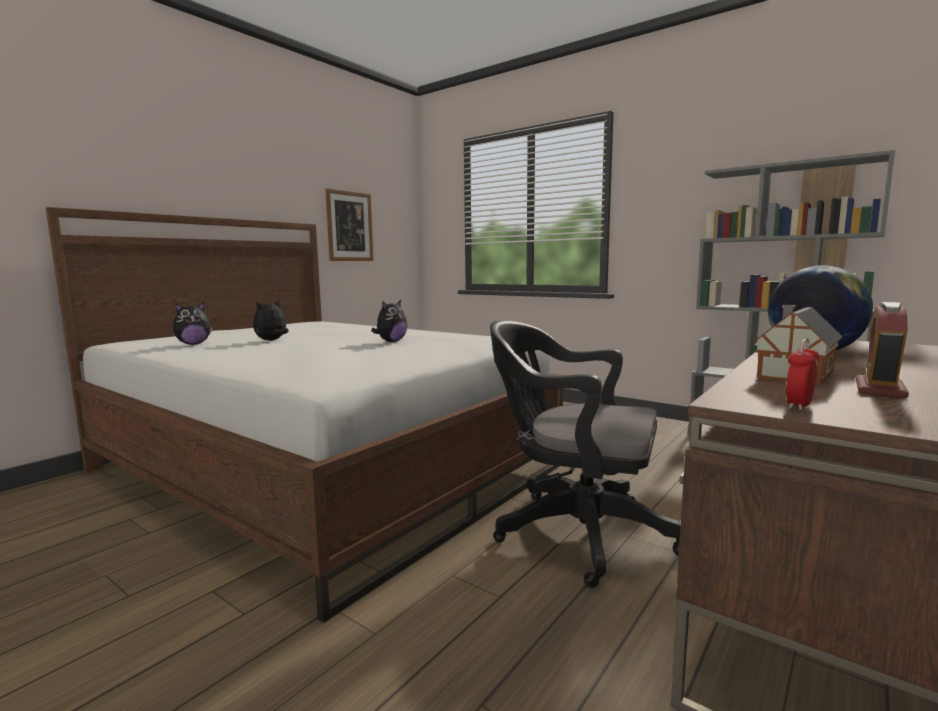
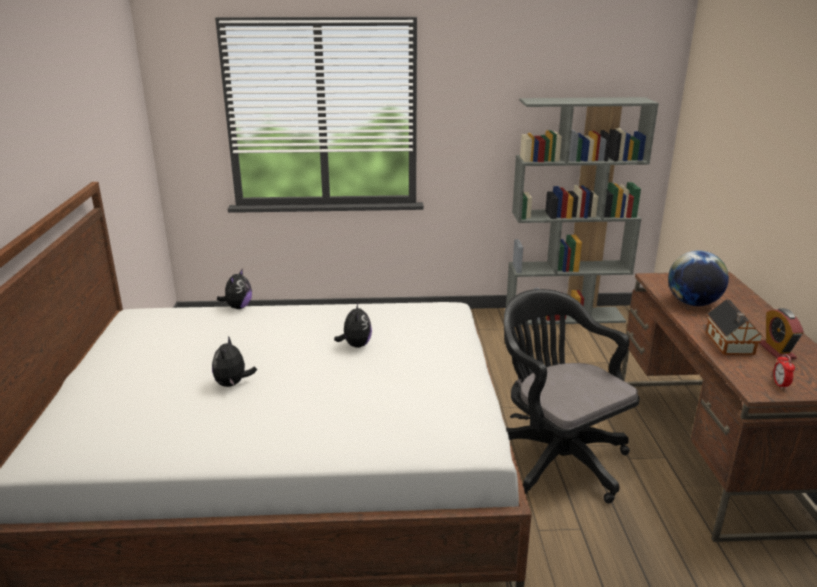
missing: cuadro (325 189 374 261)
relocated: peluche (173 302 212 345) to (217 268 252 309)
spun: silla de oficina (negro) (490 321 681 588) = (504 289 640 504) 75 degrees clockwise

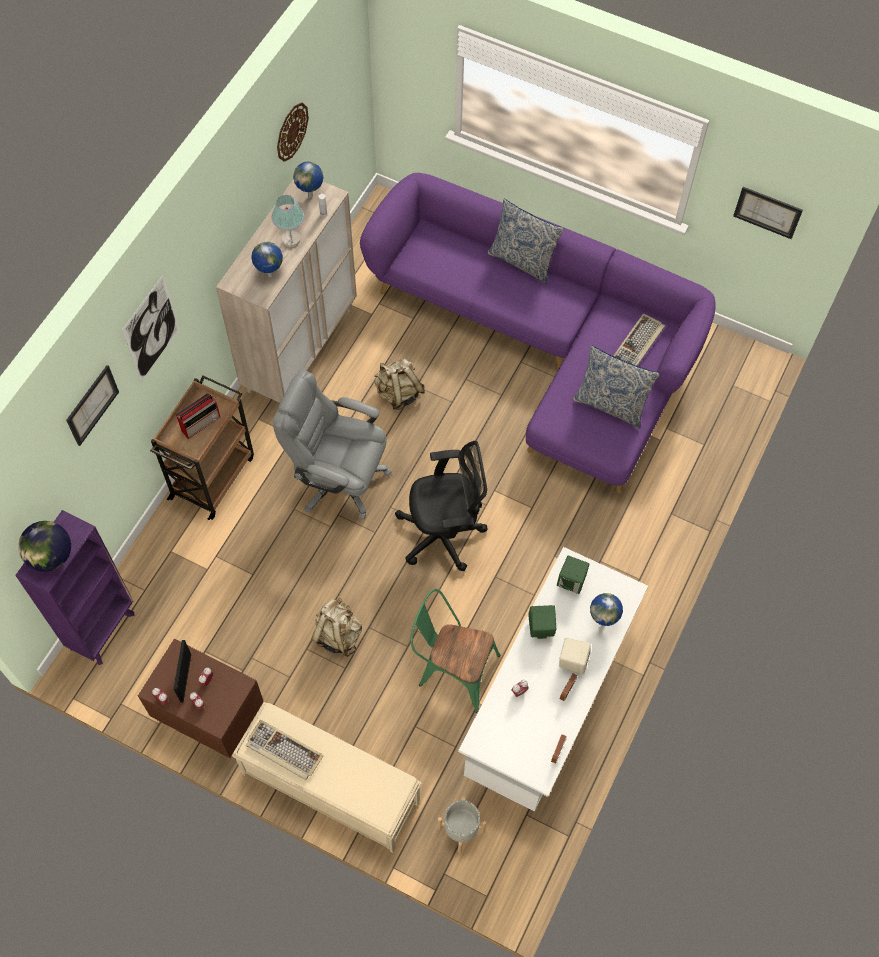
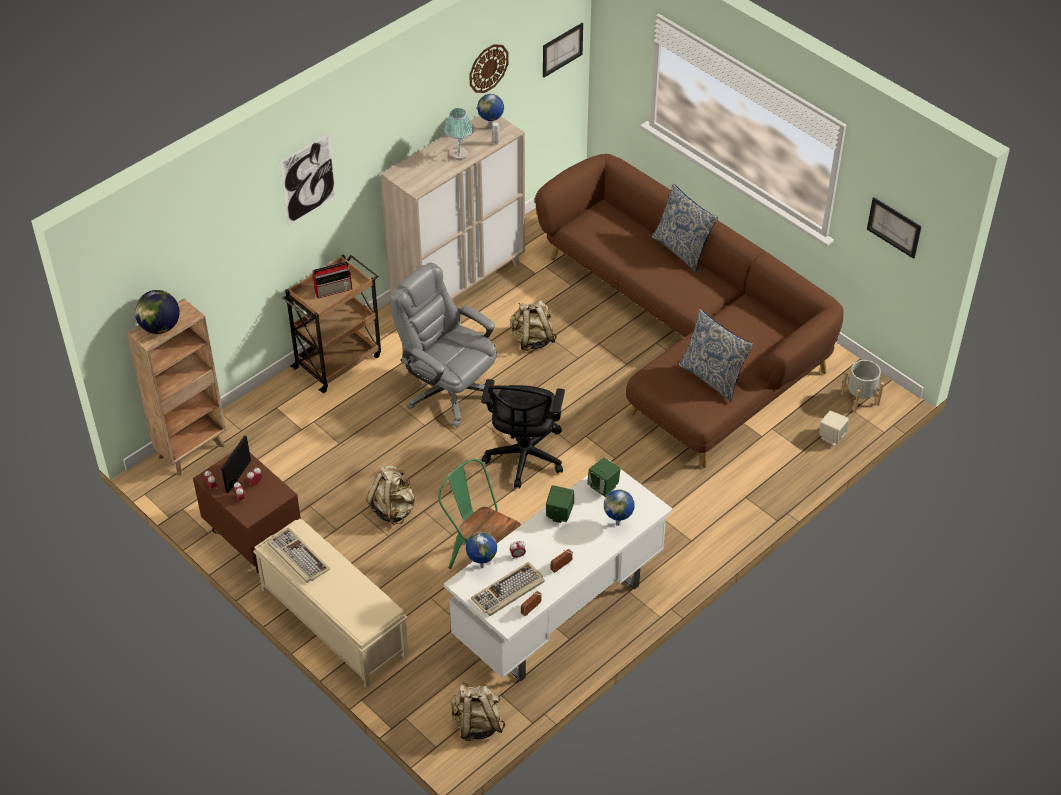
appeared: mochila (beis) (451 683 505 741)
relocated: globo terráqueo (251 242 283 277) to (466 532 497 568); teclado (613 313 665 366) to (471 562 545 616); cuadro (66 365 119 446) to (543 23 583 78); altavoz (beis) (559 638 591 674) to (819 411 849 446); maceta (gris) (438 797 486 853) to (841 360 884 413)
colour: estantería (morado) (15 510 135 665) to estantería (marrón) (126 299 226 475); sofá (morado) (360 173 716 493) to sofá (marrón) (535 154 844 468)
spun: silla de oficina (negro) (395 441 488 571) = (481 379 565 489) 90 degrees clockwise

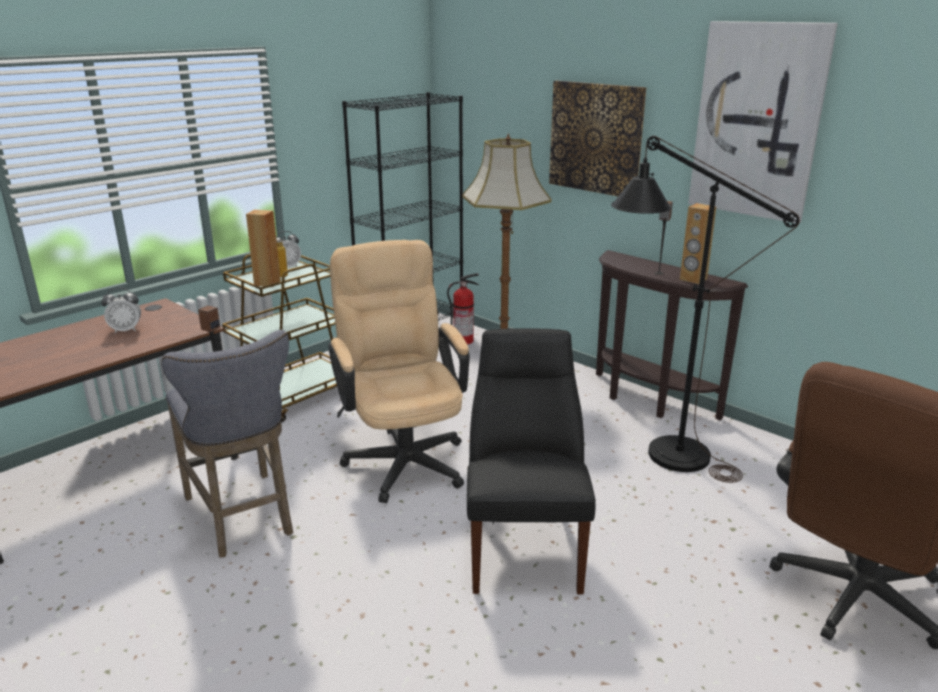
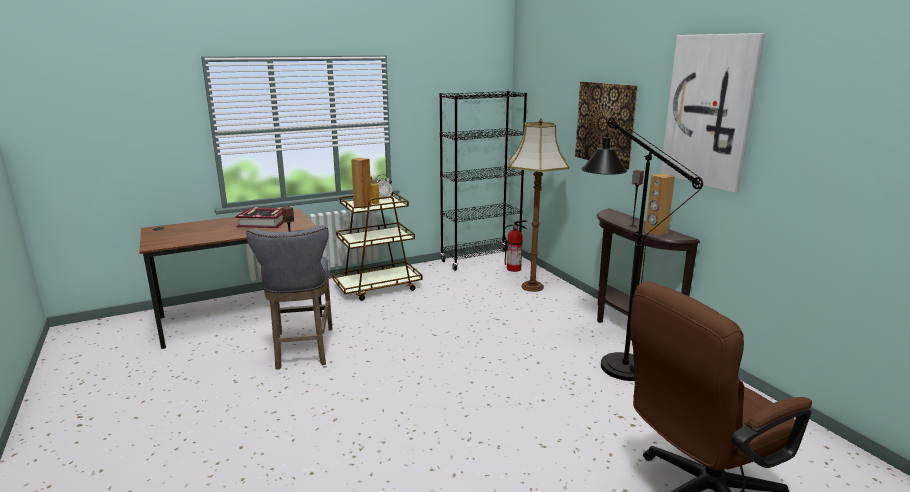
missing: silla de oficina (beis) (328 240 470 503); silla (negro) (467 328 595 594)
exchanged: despertador (101 288 141 334) to libro (235 207 285 228)

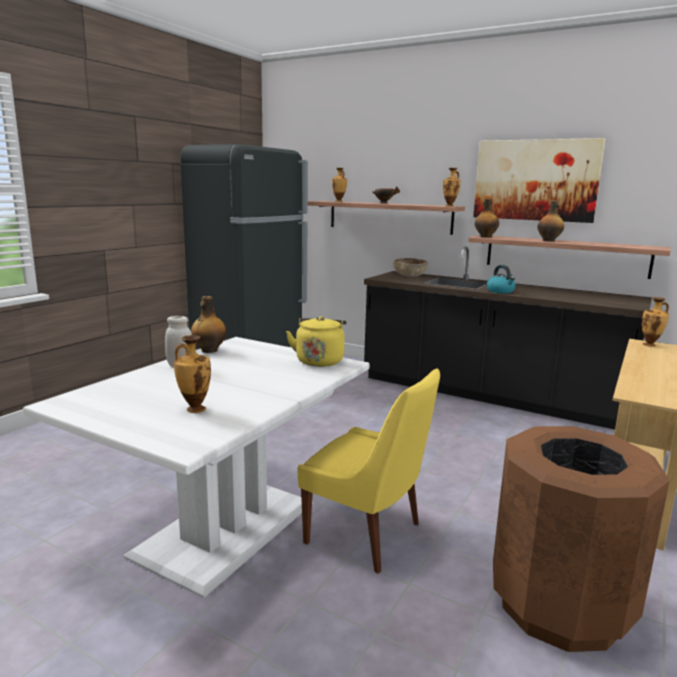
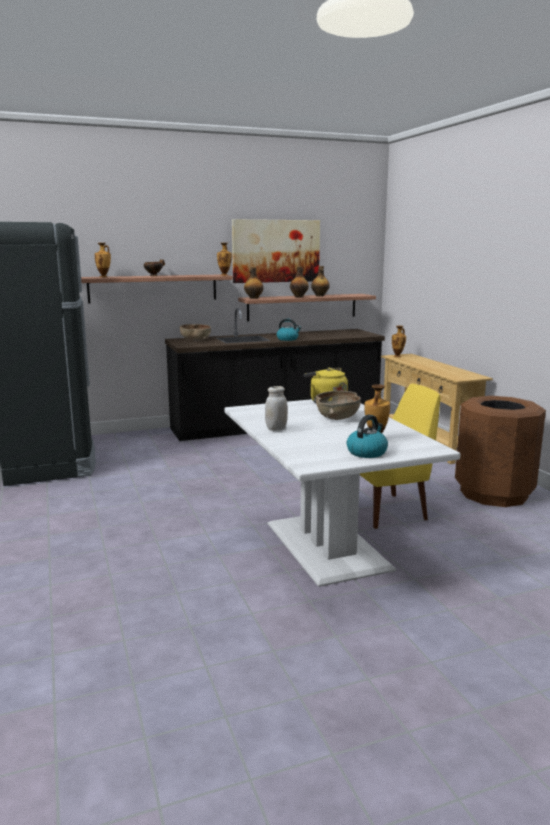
appeared: cuenco (marrón) (316 391 361 420); hervidor (347 415 388 458)
relocated: botella (191 296 227 353) to (311 266 330 297)

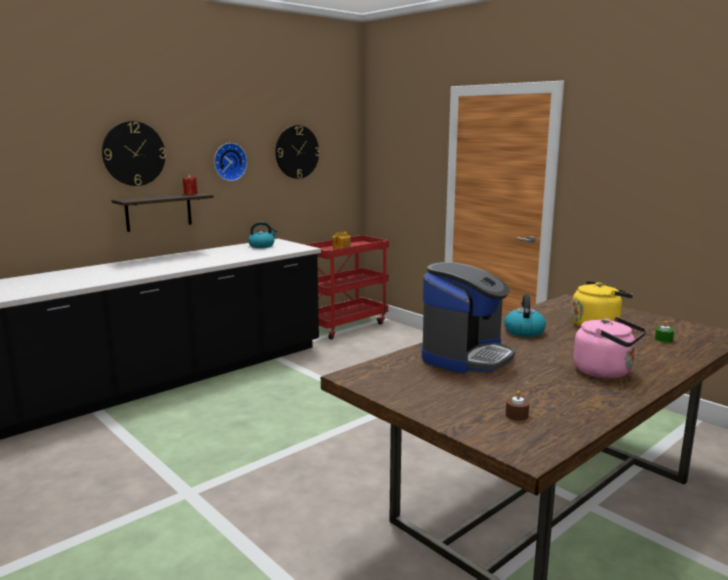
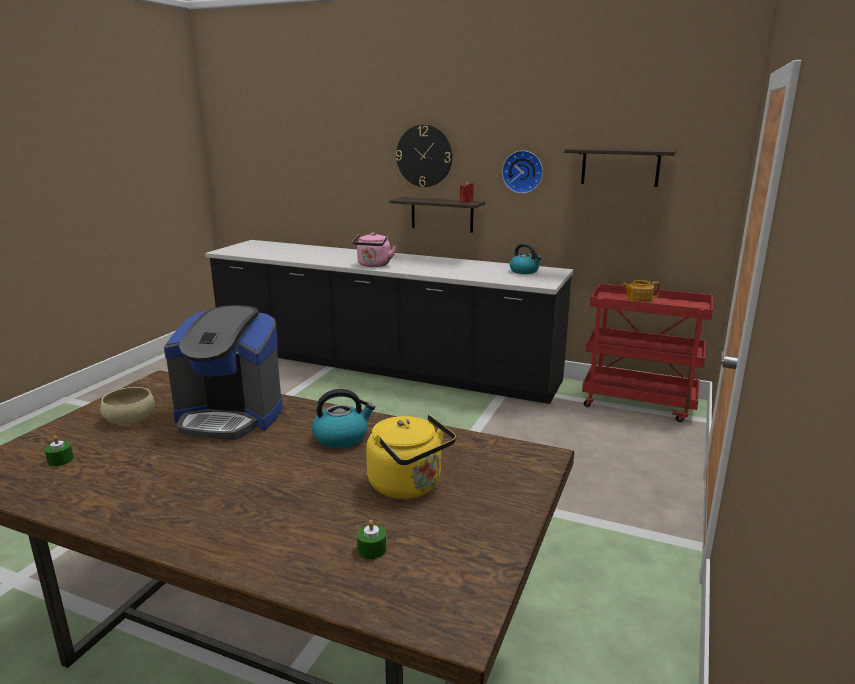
appeared: cuenco (beis) (100 387 155 424)
relocated: hervidor (rosa) (573 317 647 378) to (352 233 397 267)
exchanged: reloj de pared (275 125 320 179) to estante (564 148 677 187)
colour: vela (marrón) (506 391 529 421) to vela (verde) (44 435 74 466)

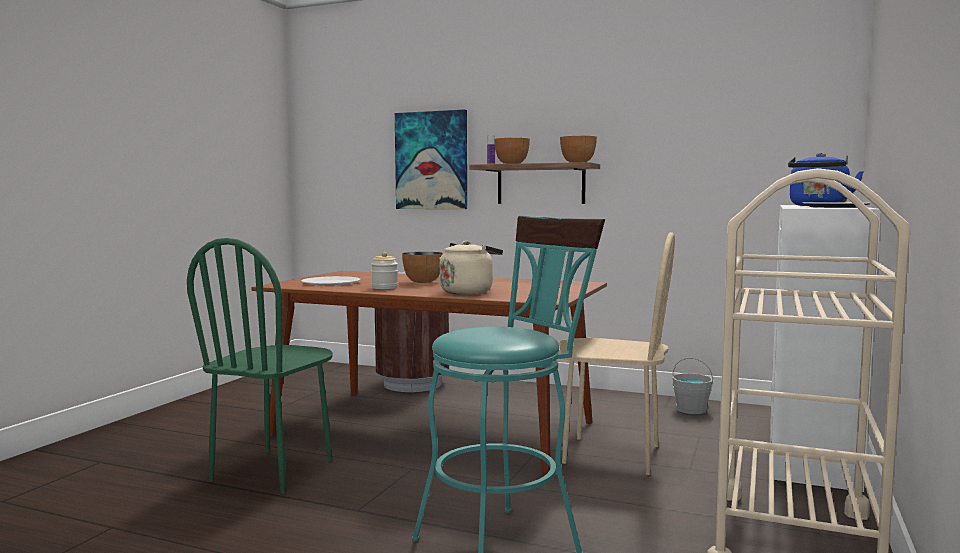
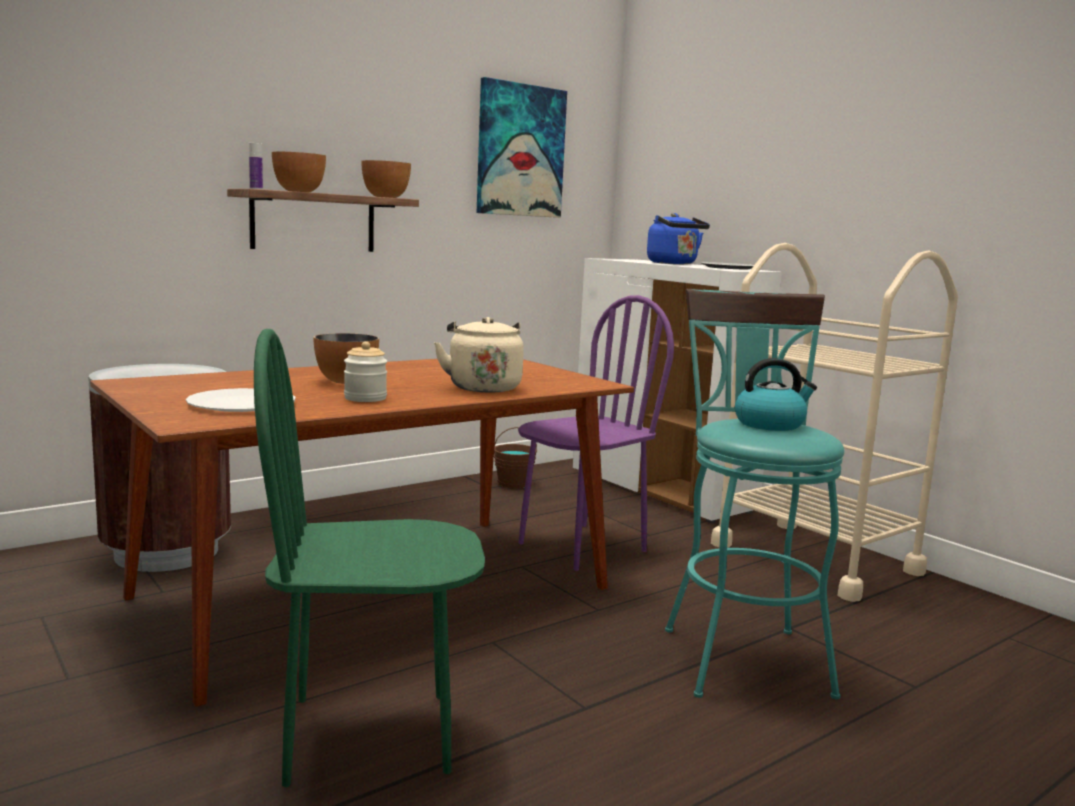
appeared: hervidor (735 358 817 431)
relocated: cuadro (395 110 467 209) to (477 77 567 218)
colour: cubo (gris) (672 358 713 414) to cubo (marrón) (494 427 537 489); silla (beis) (558 232 675 475) to silla (morado) (518 295 674 571)
spun: silla (verde) (187 238 333 494) = (254 329 485 787) 120 degrees clockwise

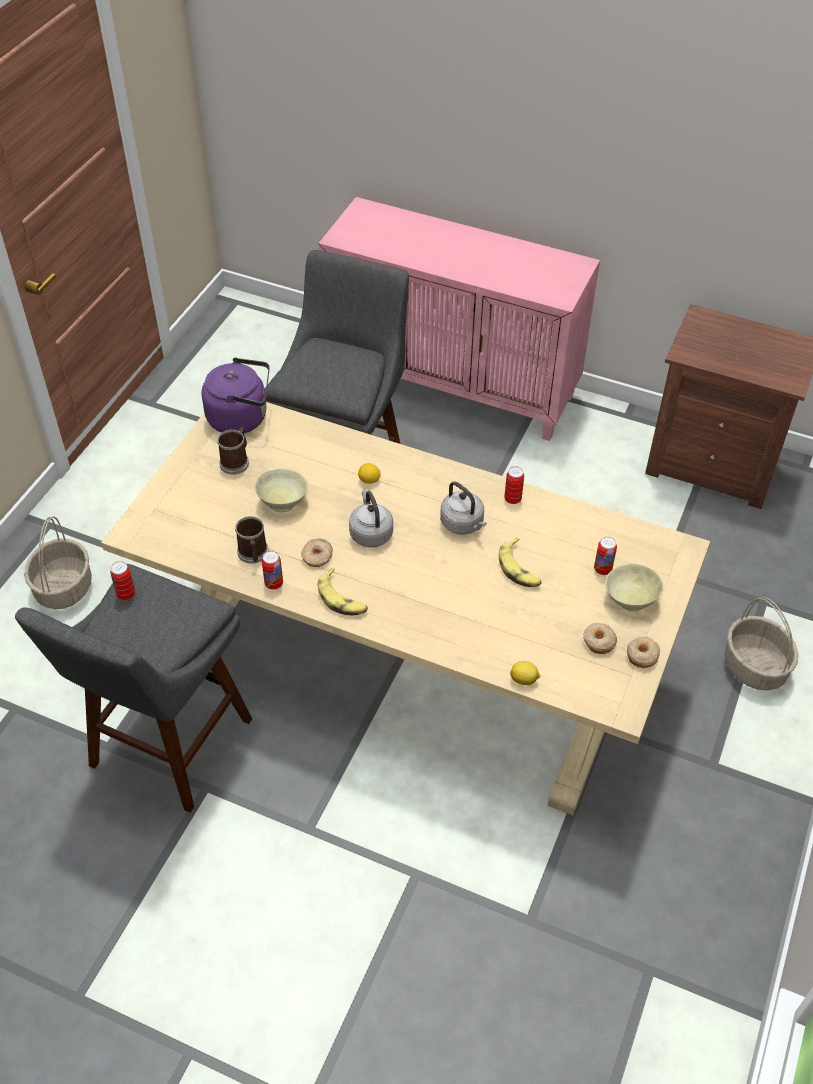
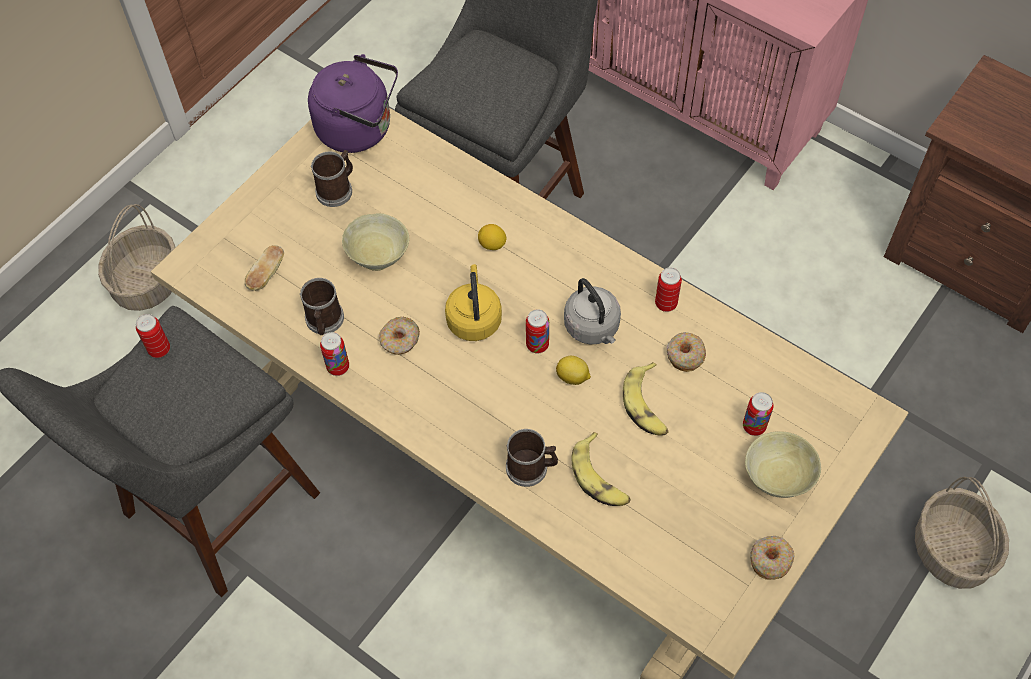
appeared: pan (245 245 284 291); taza grande (506 429 558 487); lata (526 309 549 353)
relocated: limón (510 661 540 685) to (556 356 591 385); plátano (318 568 368 616) to (571 432 631 506); rosquilla (583 623 617 654) to (667 332 706 372)
colour: hervidor (gris) (349 490 393 547) to hervidor (amarillo) (445 264 502 341)

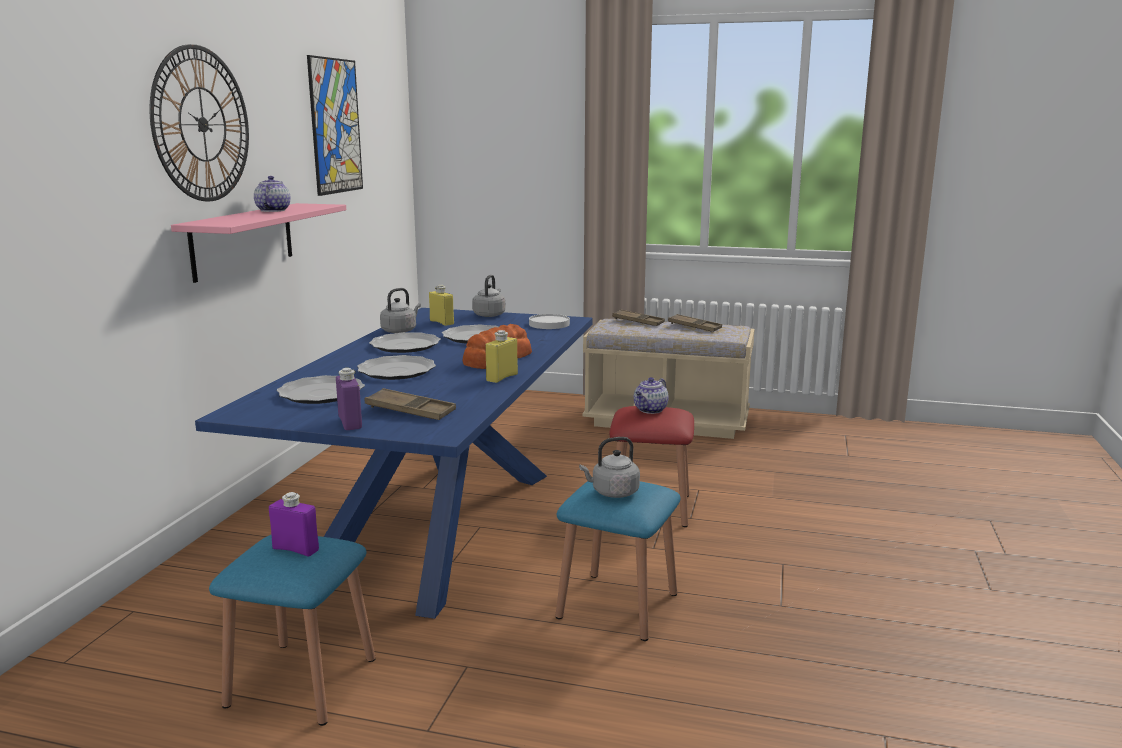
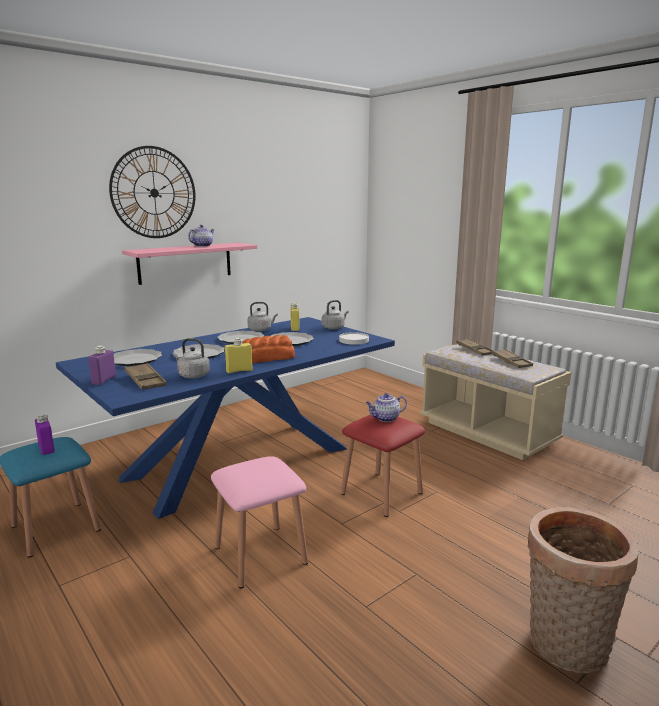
missing: cuadro (307 55 363 196)
appeared: cesta (528 507 638 673)
relocated: hervidor (gris) (579 437 640 498) to (173 338 210 379)
colour: taburete (azul) (555 481 681 641) to taburete (rosa) (211 456 308 588)

